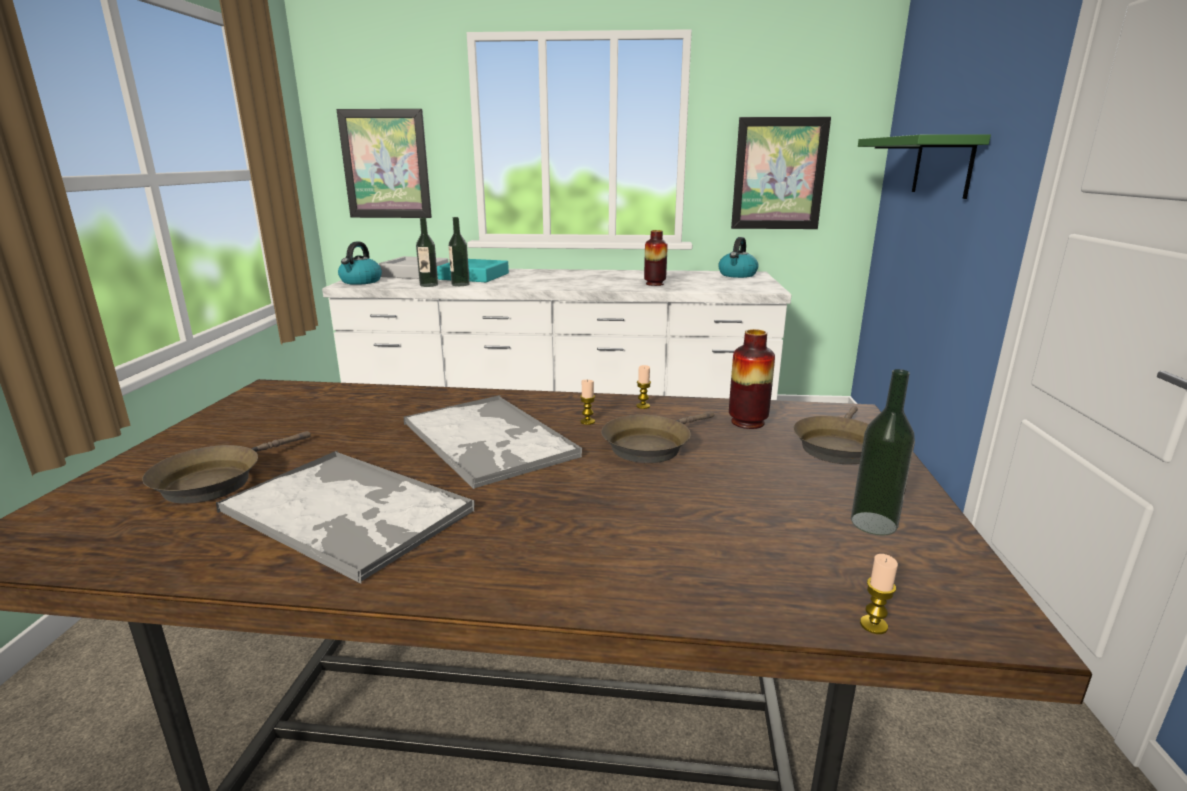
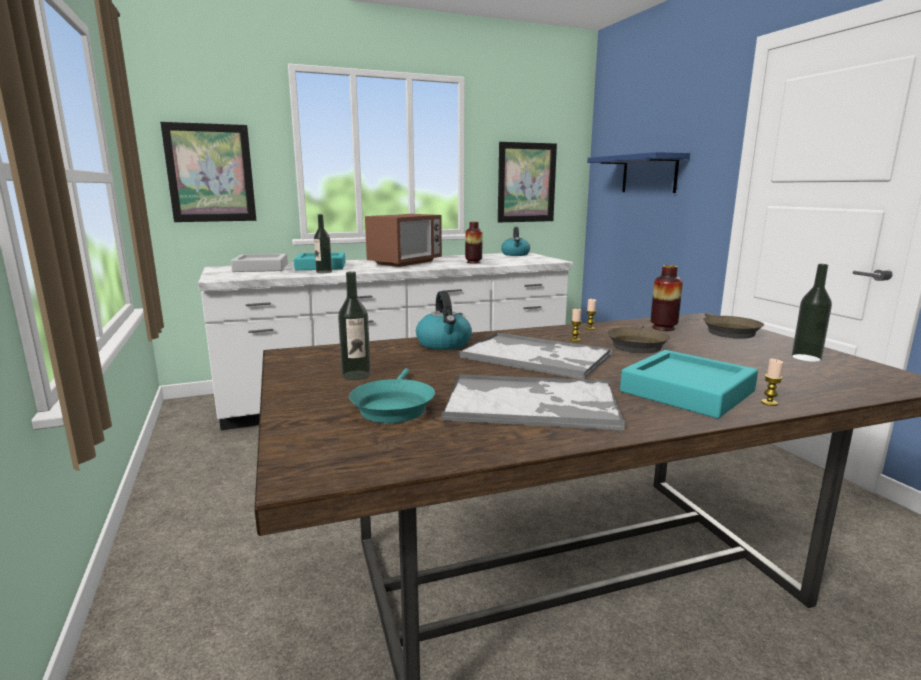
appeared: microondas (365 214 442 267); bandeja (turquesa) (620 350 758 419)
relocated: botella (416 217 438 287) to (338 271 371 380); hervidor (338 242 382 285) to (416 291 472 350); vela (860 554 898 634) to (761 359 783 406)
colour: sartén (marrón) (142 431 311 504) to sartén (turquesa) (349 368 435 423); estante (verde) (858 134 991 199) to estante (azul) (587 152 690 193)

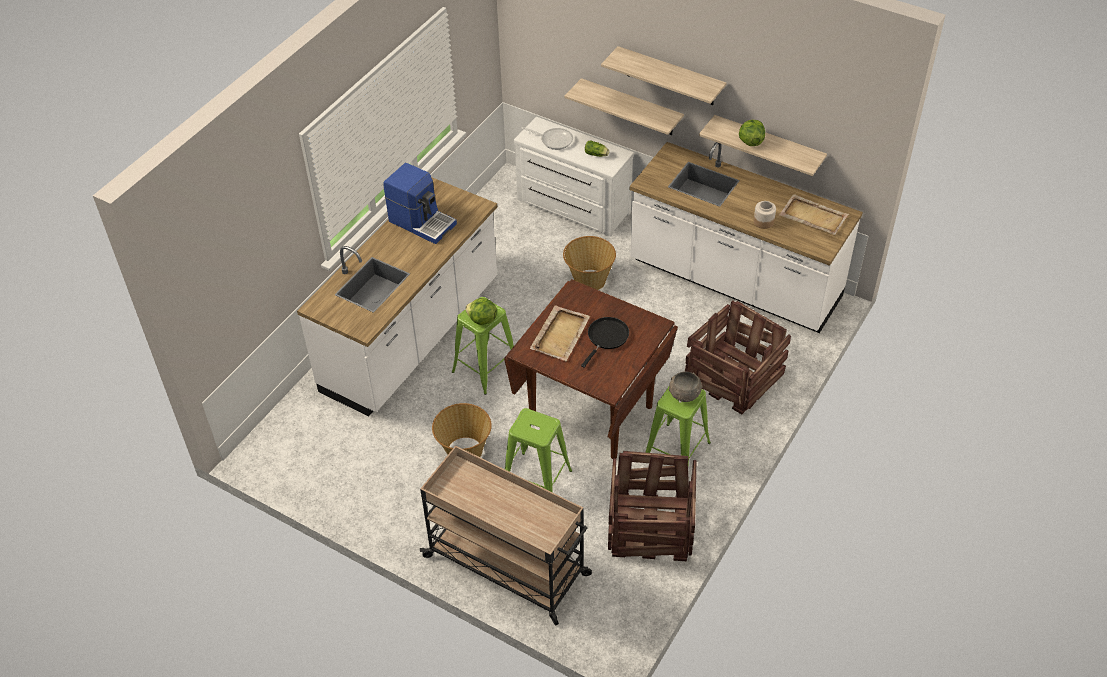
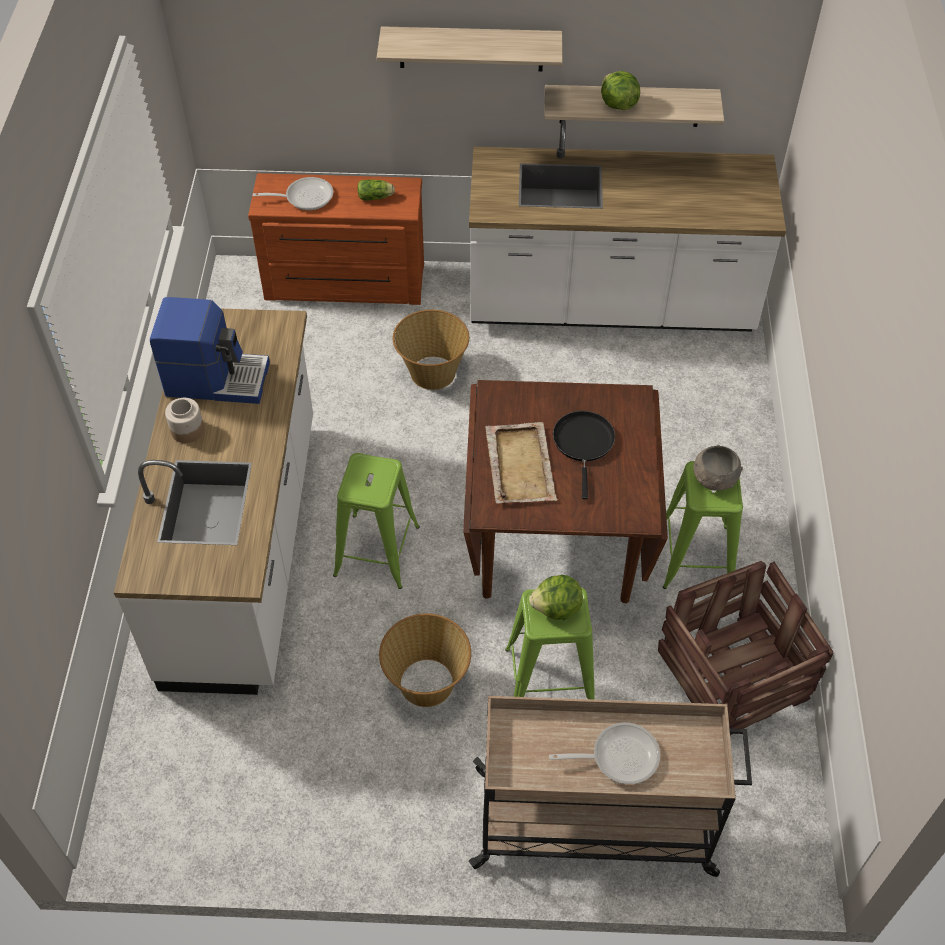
missing: estante (564 78 684 135); caja de embalaje (685 300 791 414); bandeja (beis) (779 194 849 235)
appeared: sartén (549 723 660 784)
relocated: tarro (754 201 776 229) to (165 398 204 443); lechuga (465 298 497 325) to (529 575 583 620)
colour: cómoda (blanco) (514 117 634 237) to cómoda (marrón) (248 173 424 305)

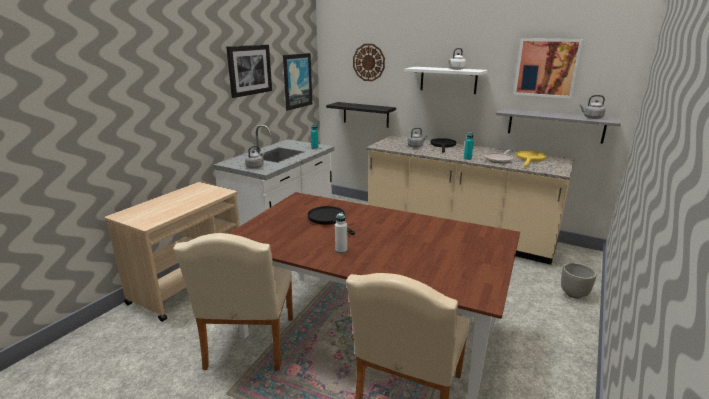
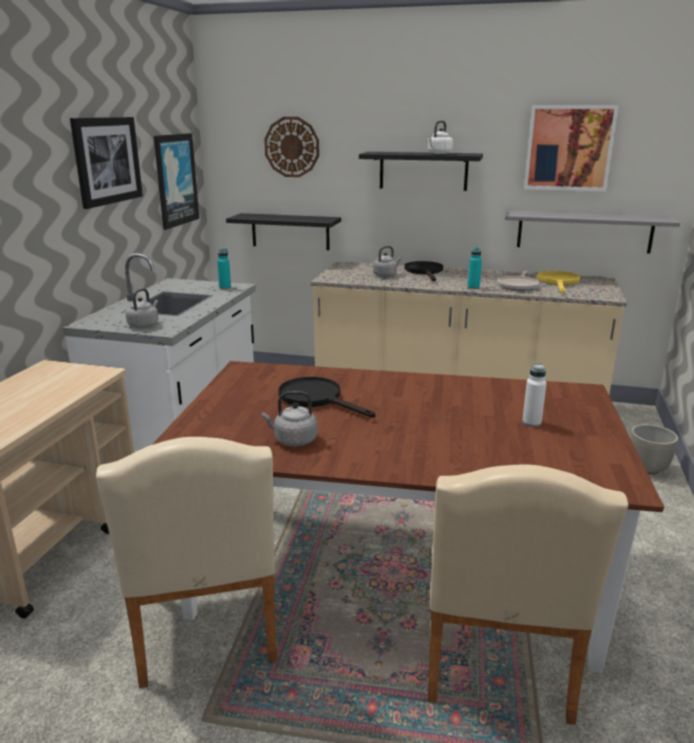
relocated: hervidor (gris) (580 95 605 119) to (262 391 318 447); botella (blanco) (335 212 347 253) to (522 363 547 427)
colour: estante (blanco) (404 67 488 94) to estante (negro) (359 152 483 191)

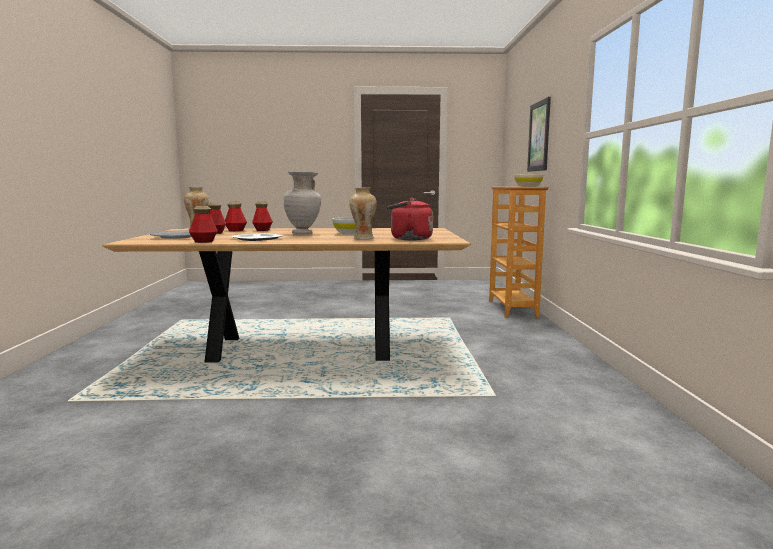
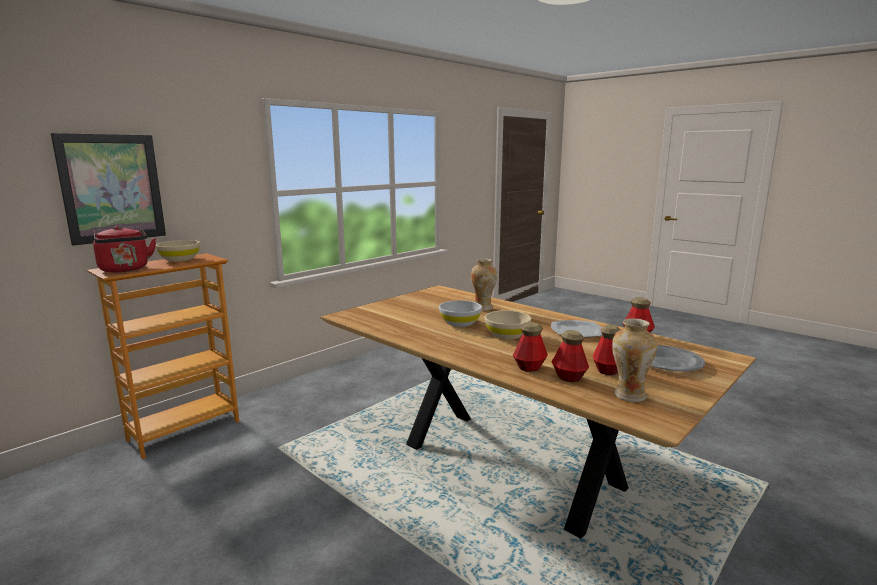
relocated: hervidor (rojo) (386 198 433 240) to (93 226 156 272)
exchanged: florero (beis) (284 171 321 234) to cuenco (beis) (485 310 531 340)

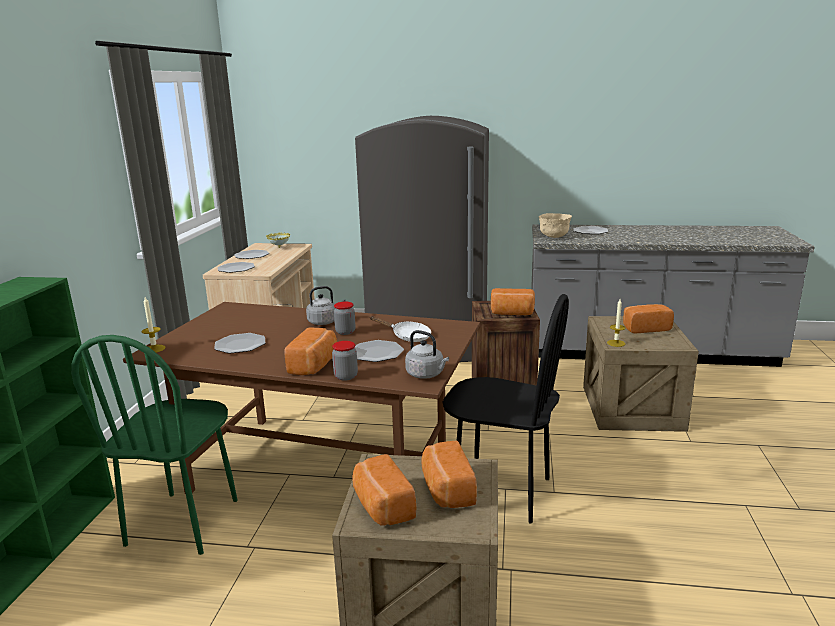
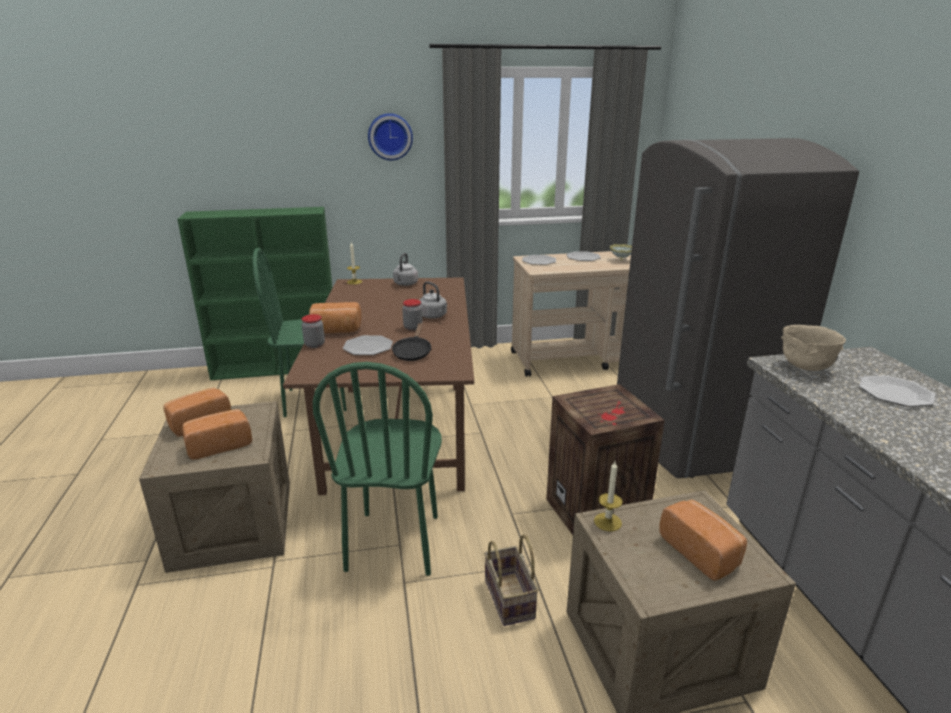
missing: plato (214 333 265 353); pan (491 288 535 315)
appeared: reloj de pared (368 113 413 161); cesta (484 535 539 626)
relocated: hervidor (gris) (405 330 449 379) to (393 253 418 286)
colour: silla (negro) (442 294 569 524) to silla (verde) (313 362 442 576); sartén (blanco) (370 316 431 342) to sartén (negro) (392 323 432 361)

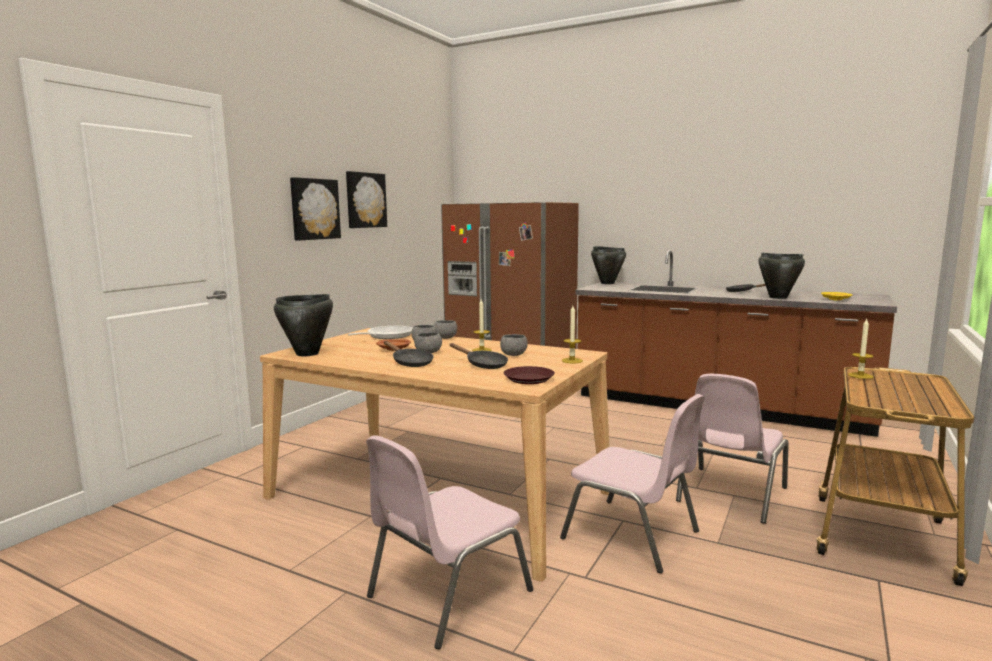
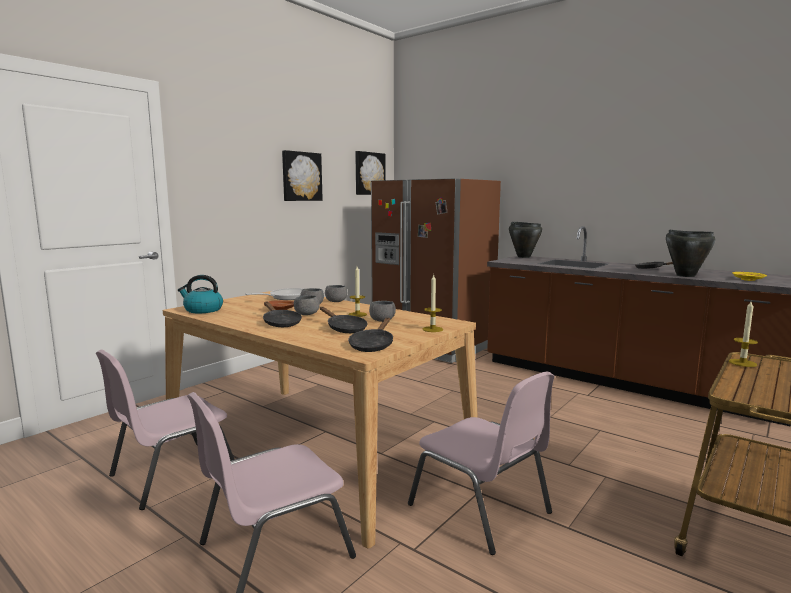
relocated: silla (rosa) (676 374 789 524) to (96 349 235 510); cuadro (290 177 341 241) to (355 151 386 195)
exchanged: olla (negro) (274 294 333 356) to hervidor (178 275 223 314); plato (marrón) (503 366 555 384) to sartén (negro) (348 318 393 352)

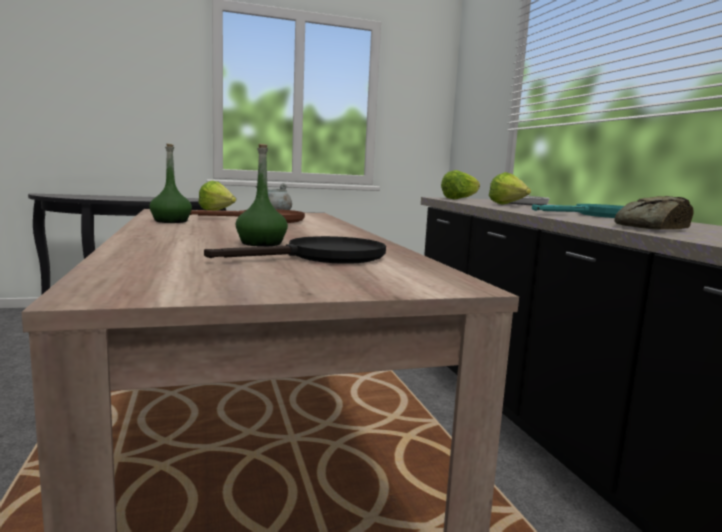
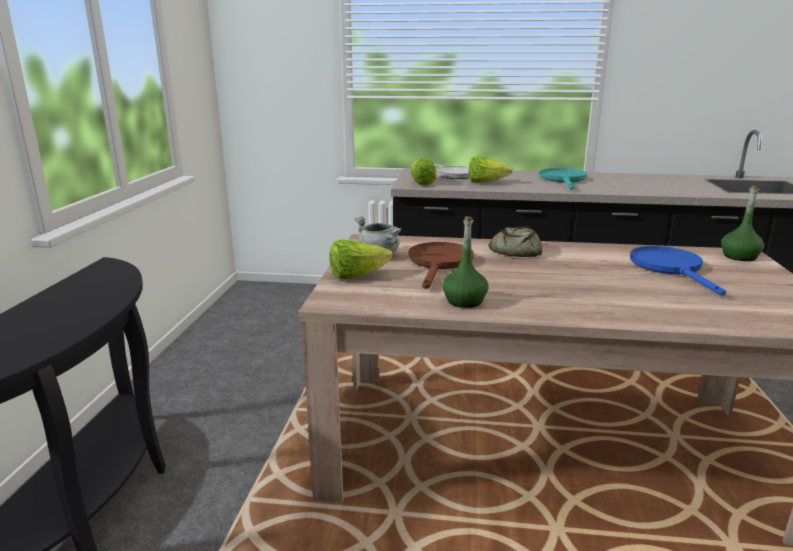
relocated: pan (614 196 694 230) to (488 227 542 257); botella (verde) (236 144 288 247) to (721 186 765 261)
colour: sartén (negro) (204 236 386 264) to sartén (azul) (630 246 726 296)

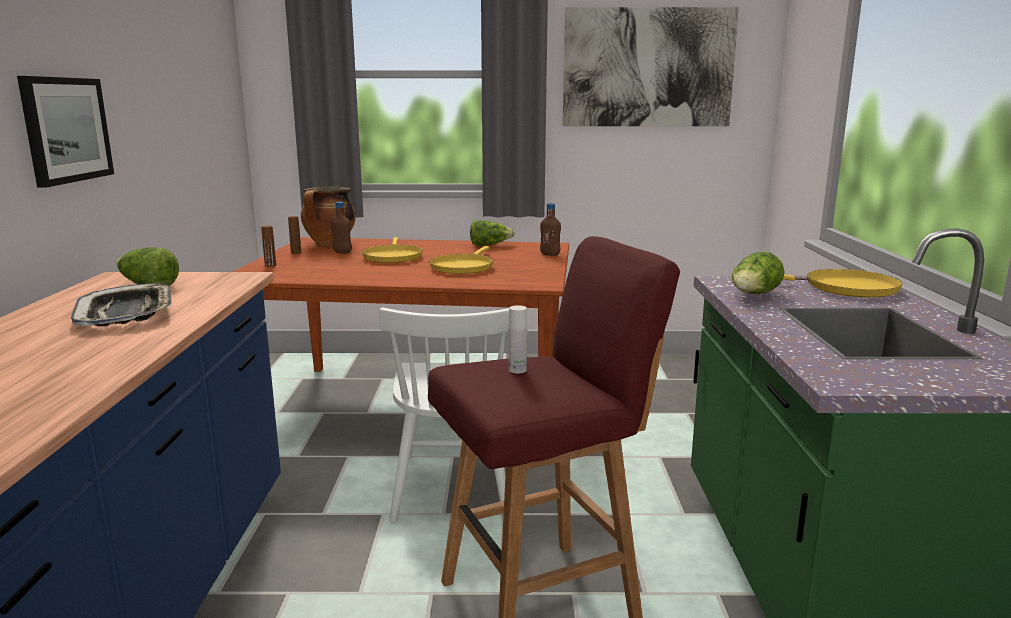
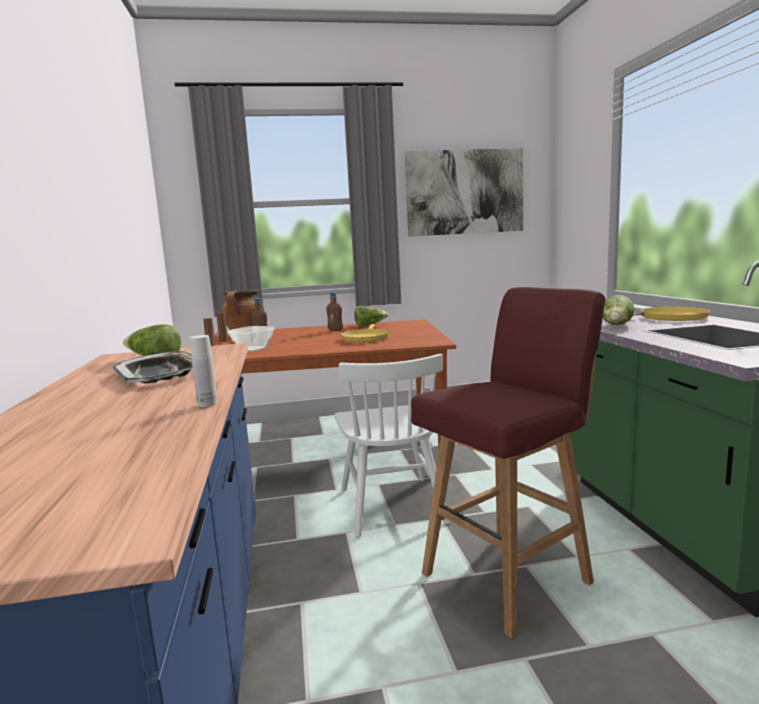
missing: cuadro (17 76 114 188); sartén (amarillo) (362 237 423 263)
appeared: cuenco (227 326 275 352)
relocated: botella (blanco) (509 305 527 374) to (190 335 217 407); botella (marrón) (540 203 561 256) to (326 292 343 331)

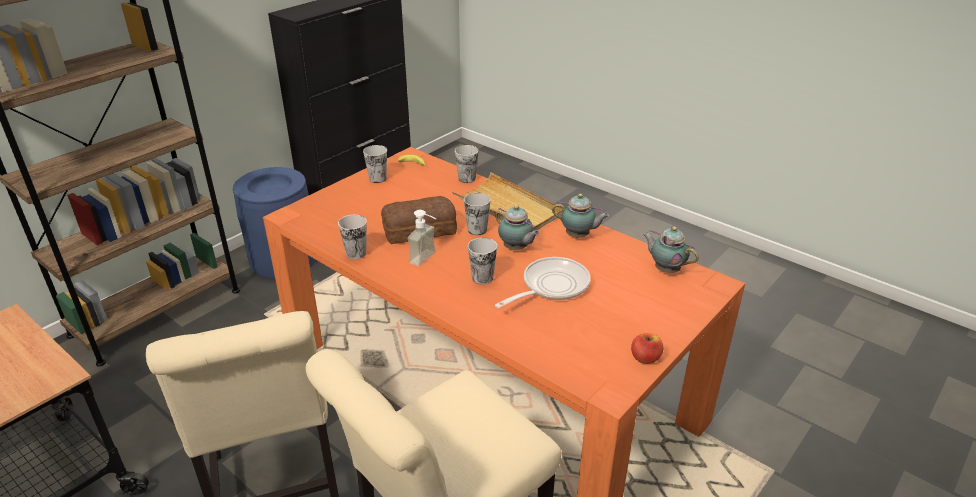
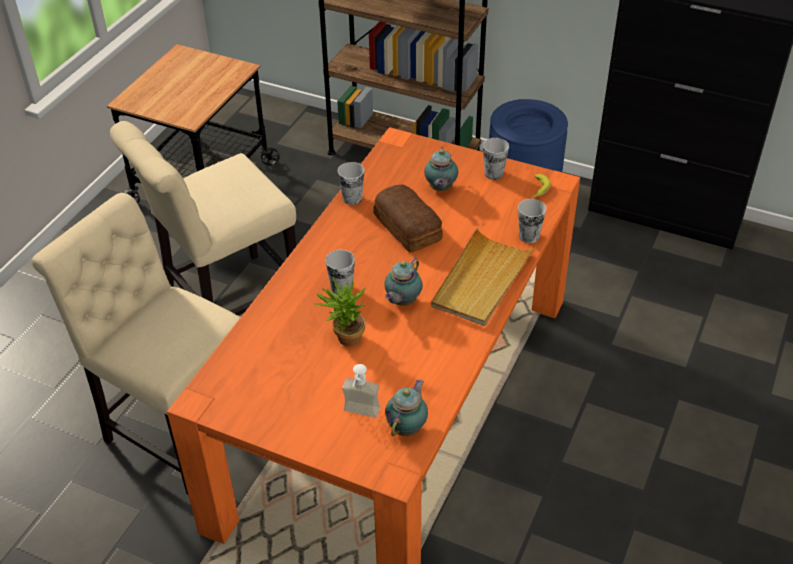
missing: taza (464 193 491 235); manzana (631 333 663 364)
relocated: dispensador de jabón (408 210 436 266) to (342 364 380 418); tetera (552 194 609 237) to (424 146 458 191)
exchanged: sartén (495 257 591 308) to planta en maceta (314 277 366 346)

